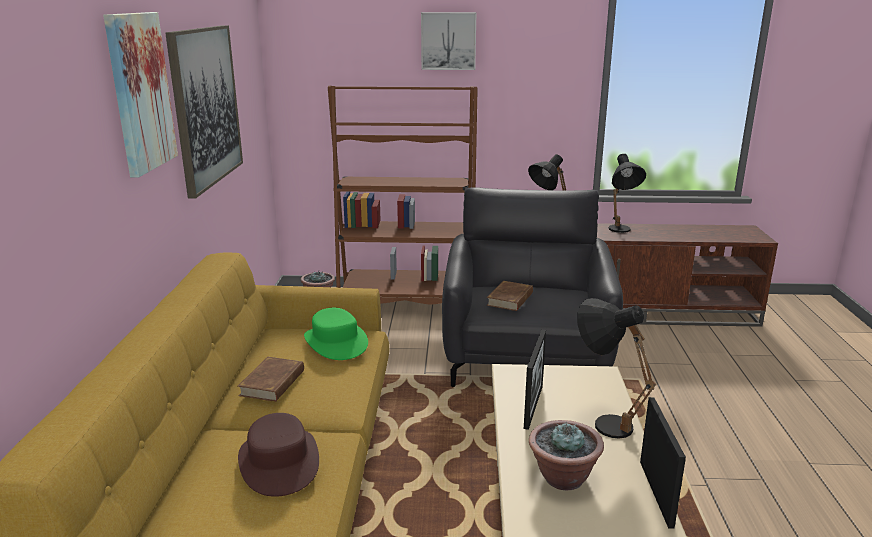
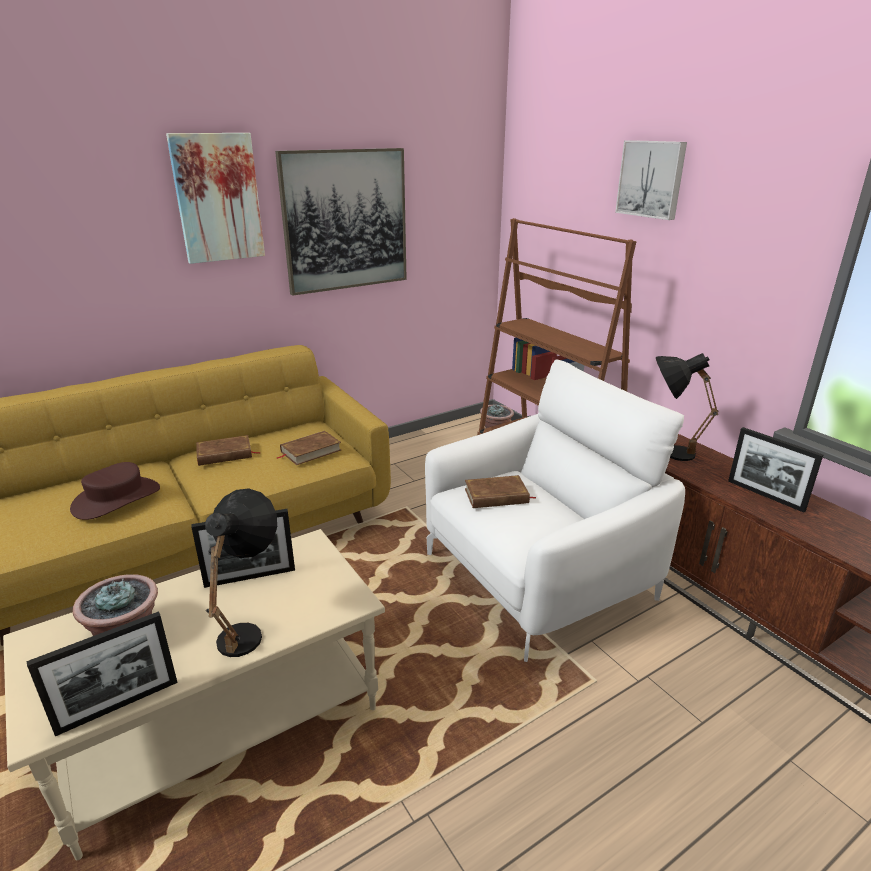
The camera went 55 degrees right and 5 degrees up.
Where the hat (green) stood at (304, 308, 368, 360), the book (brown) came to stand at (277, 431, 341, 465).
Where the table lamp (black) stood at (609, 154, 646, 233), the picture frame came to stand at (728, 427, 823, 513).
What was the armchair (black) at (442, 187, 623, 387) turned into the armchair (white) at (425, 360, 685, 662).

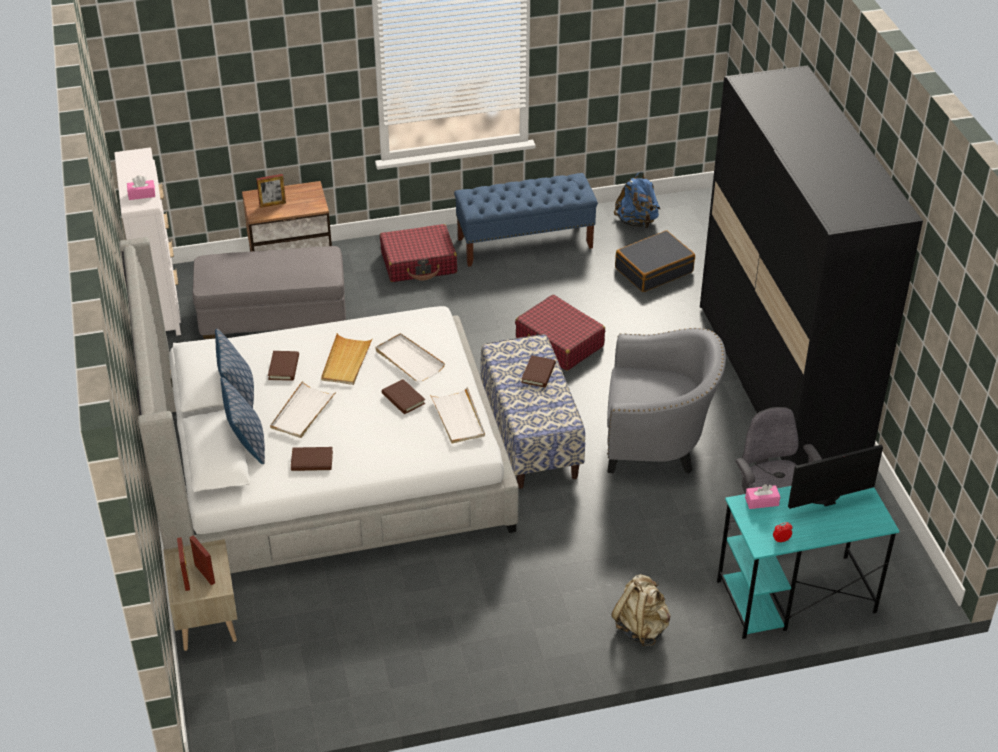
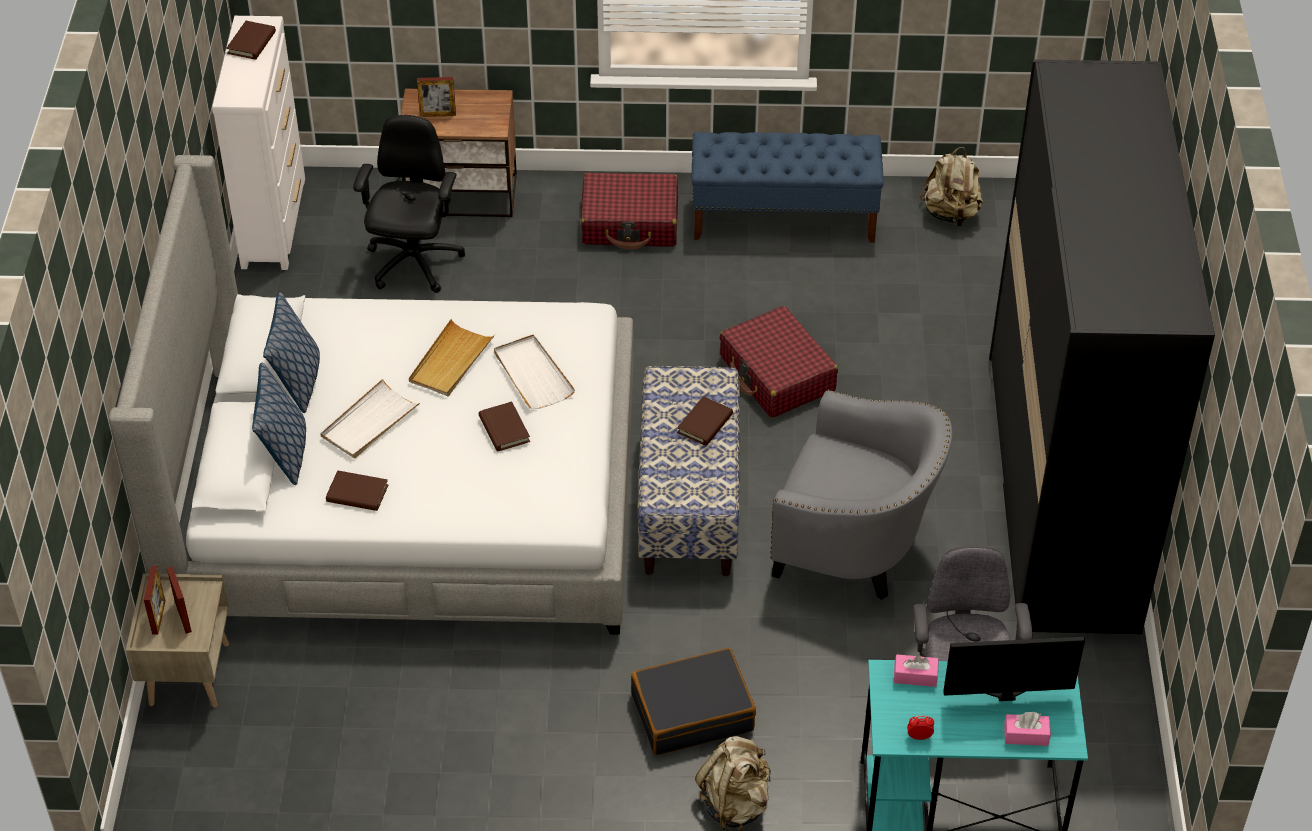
The camera went 15 degrees right and 5 degrees up.
The second view lost the tray (white) at (430, 387, 485, 443).
The tissue box (pink) ended up elsewhere, having gone from (127, 175, 155, 200) to (1004, 712, 1051, 746).
The book (brown) ended up elsewhere, having gone from (268, 351, 299, 381) to (226, 21, 276, 60).
The suitcase (black) ended up elsewhere, having gone from (615, 230, 695, 292) to (631, 648, 756, 755).
Where the ottoman (grey) stood at (193, 246, 346, 339), the office chair (black) came to stand at (353, 115, 465, 293).
What was the backpack (blue) at (614, 172, 660, 229) turned into the backpack (beige) at (920, 147, 983, 226).

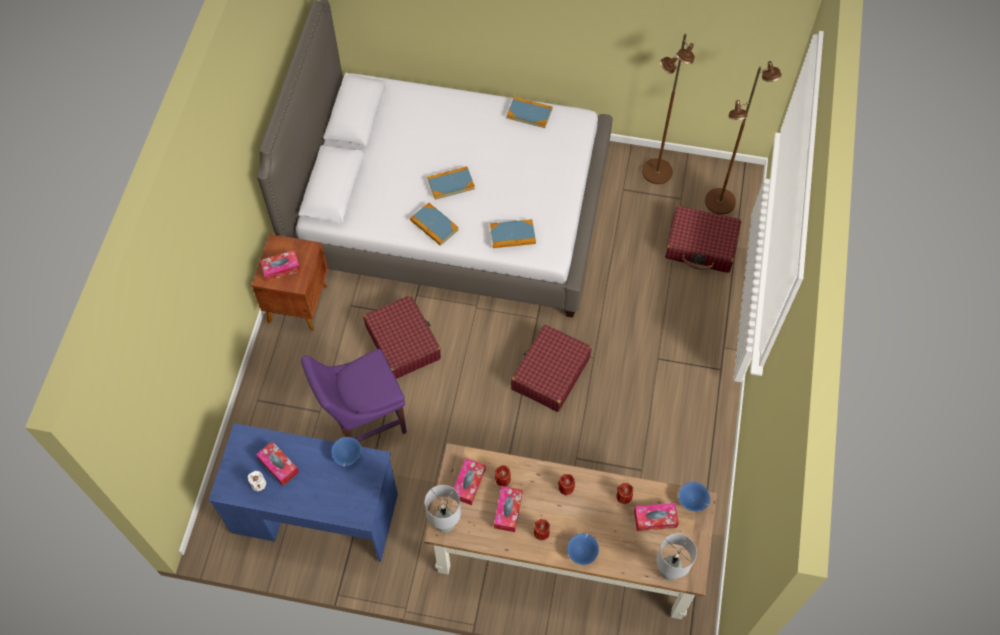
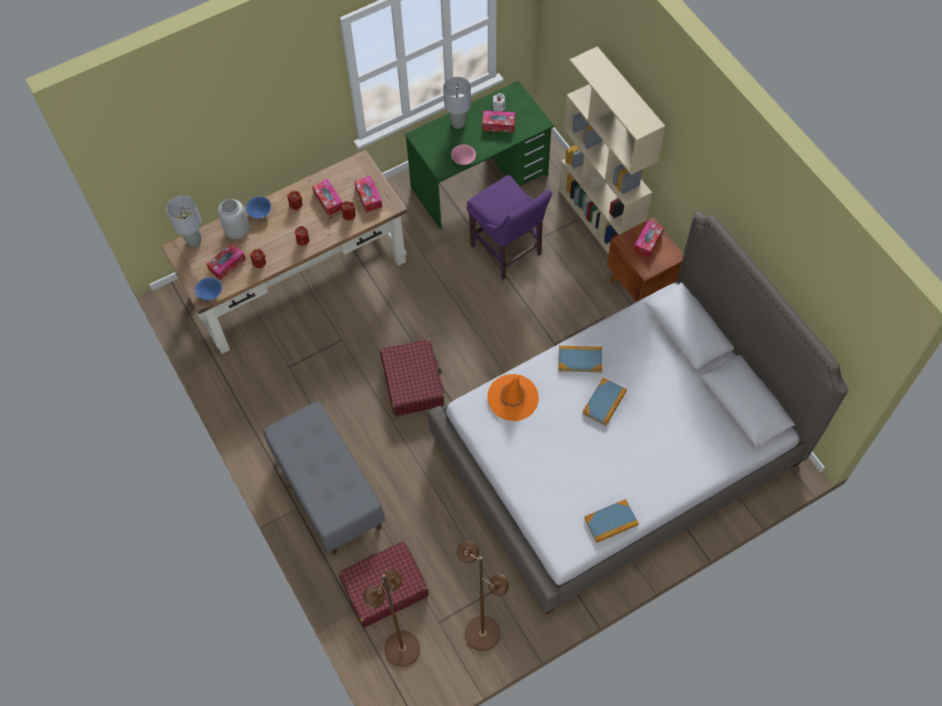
The camera went 140 degrees right and 0 degrees up.
The second view lost the suitcase (red) at (363, 295, 441, 379).
The second view gained the vase (grey) at (218, 199, 249, 239).
The second view gained the bench (grey) at (263, 401, 385, 555).
The second view gained the bookcase (beige) at (559, 46, 665, 254).
The table lamp (grey) ended up elsewhere, having gone from (425, 485, 461, 533) to (443, 77, 471, 129).
Where the book stood at (490, 219, 536, 248), the hat (orange) came to stand at (487, 374, 539, 421).
What was the desk (blue) at (208, 423, 398, 562) turned into the desk (green) at (405, 81, 554, 229).
What was the bowl (blue) at (331, 437, 362, 466) turned into the bowl (pink) at (451, 144, 476, 165).
The chair (purple) at (301, 349, 407, 442) ended up facing another way, 120 degrees clockwise from before.

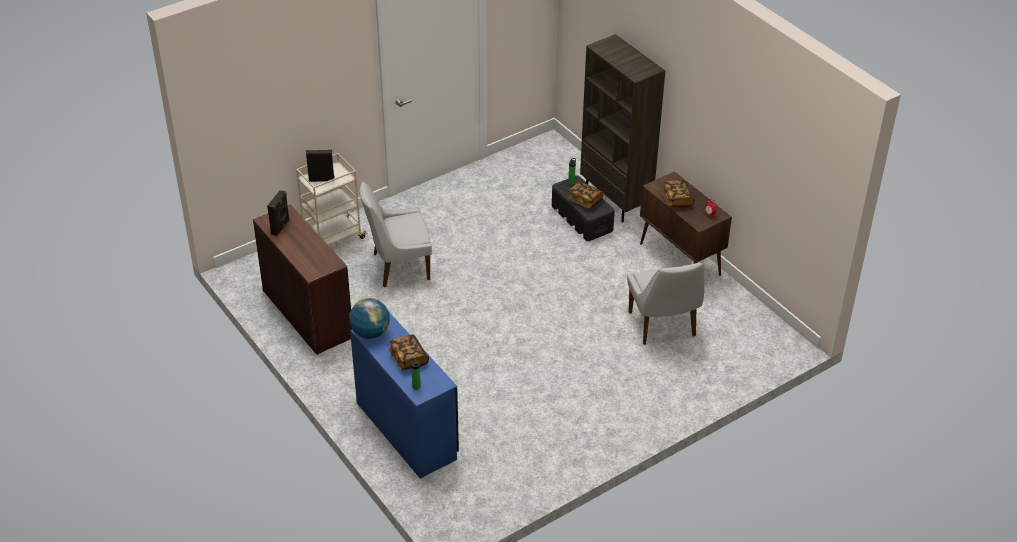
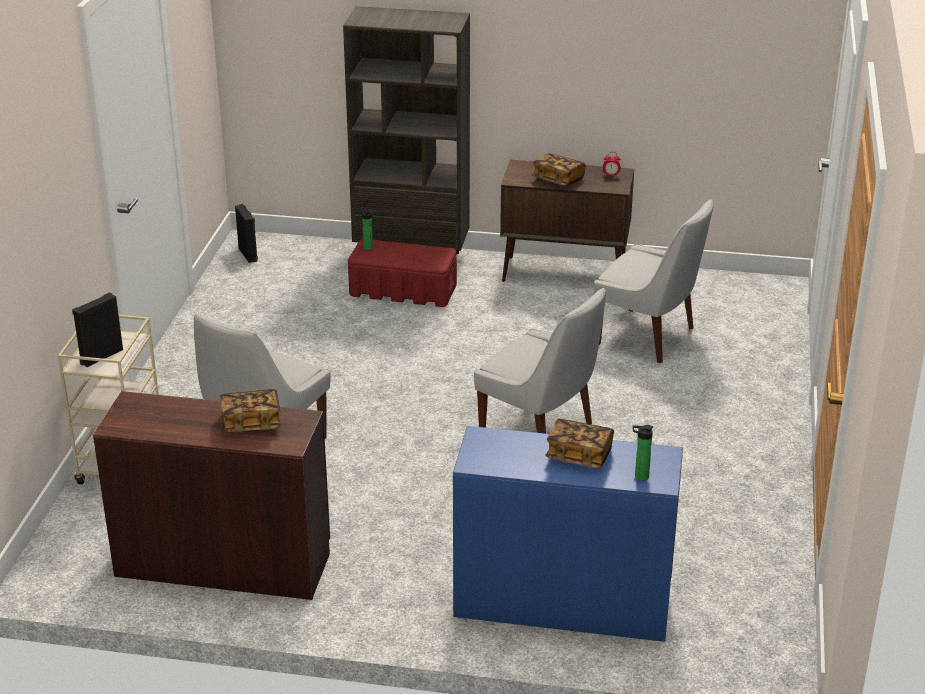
The camera went 45 degrees left and 10 degrees down.
The second view lost the globe at (349, 298, 390, 339).
The second view gained the chair (white) at (474, 288, 606, 434).
The speaker (black) ended up elsewhere, having gone from (267, 190, 290, 236) to (235, 204, 258, 263).
The book ended up elsewhere, having gone from (568, 182, 604, 208) to (220, 389, 281, 432).
What was the storage box (black) at (552, 176, 615, 241) turned into the storage box (red) at (348, 239, 457, 307).

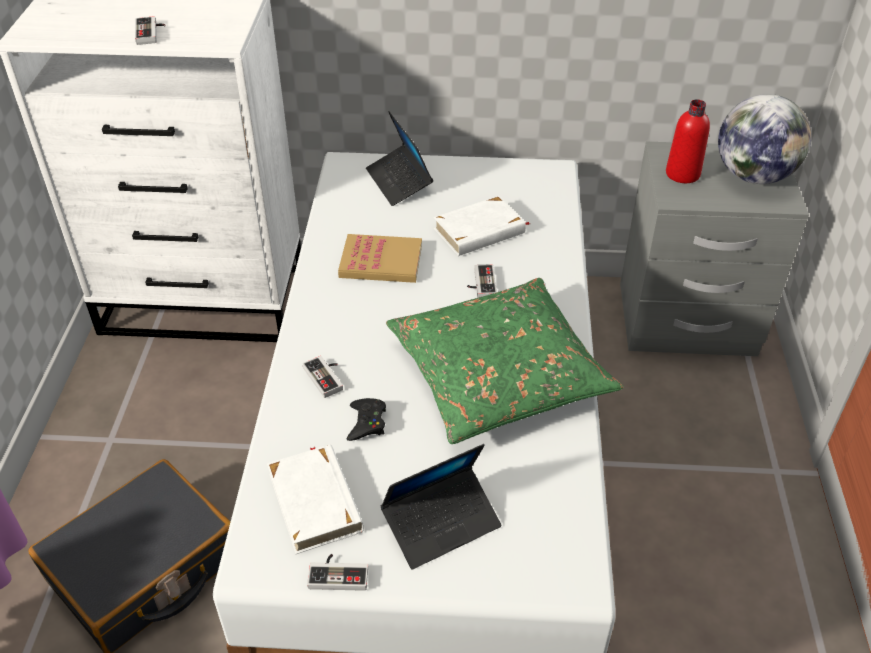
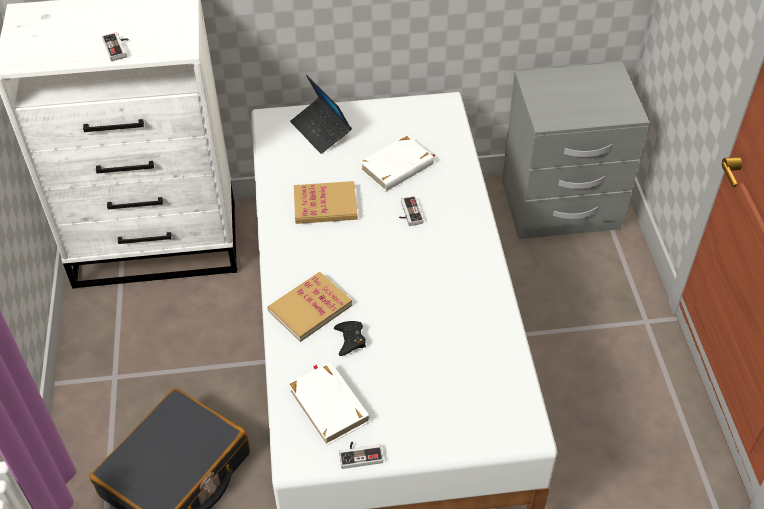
The camera went 10 degrees left and 5 degrees up.
The second view lost the laptop at (380, 444, 501, 569).
The second view lost the pillow (green) at (386, 278, 623, 444).
The second view lost the bottle (red) at (666, 100, 710, 183).
The second view lost the globe at (718, 94, 811, 184).
Where the game controller stood at (303, 356, 343, 398), the book came to stand at (267, 272, 352, 342).

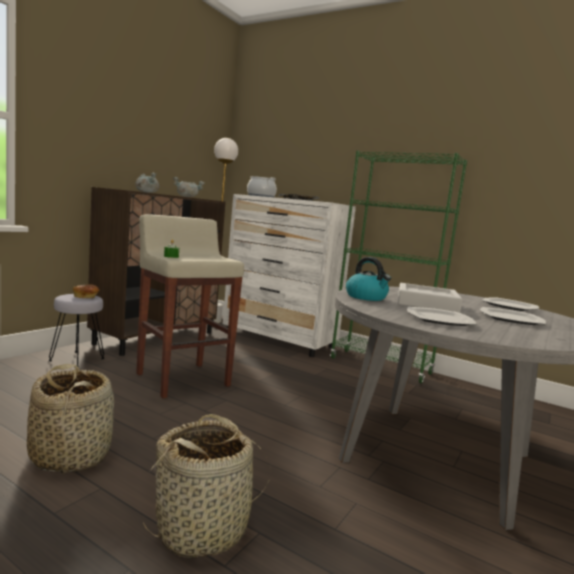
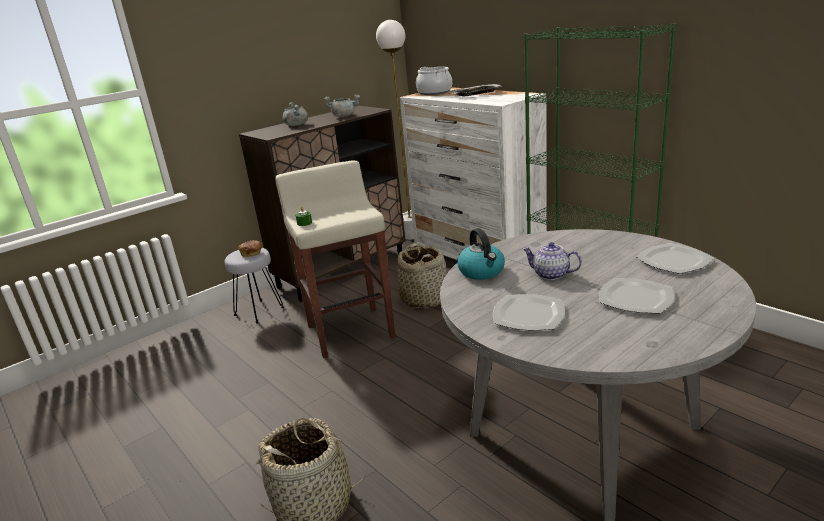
The camera went 20 degrees right and 15 degrees up.
The basket ended up elsewhere, having gone from (27, 364, 115, 474) to (397, 243, 447, 309).
Where the tray (grey) stood at (398, 283, 462, 313), the teapot came to stand at (522, 242, 582, 280).

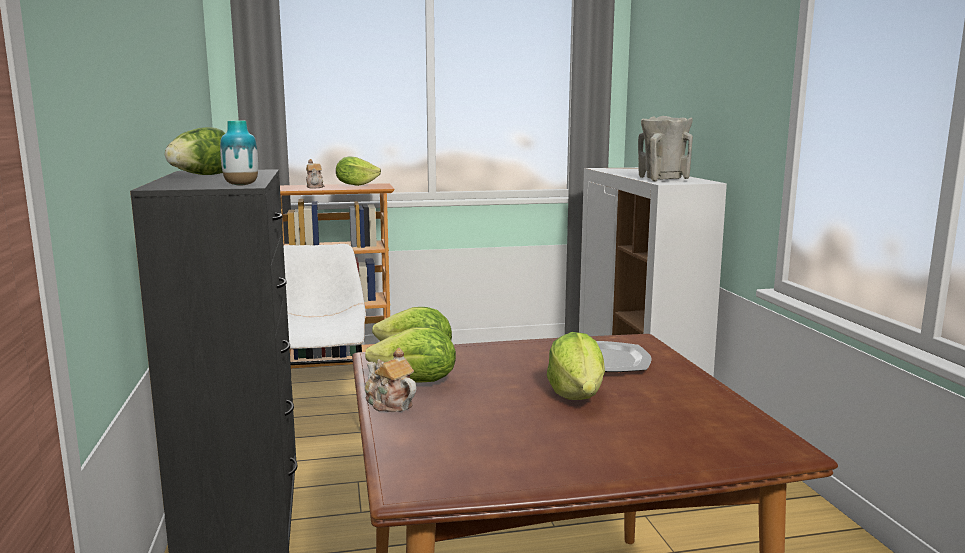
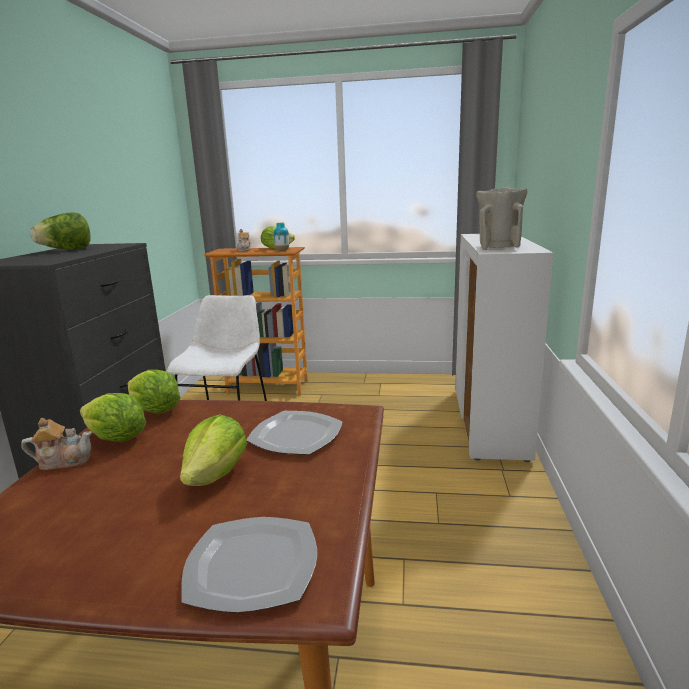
The camera went 20 degrees right and 5 degrees up.
The second view gained the plate at (181, 517, 317, 613).
The vase ended up elsewhere, having gone from (220, 121, 258, 186) to (274, 223, 289, 251).
The teapot at (365, 348, 416, 412) ended up facing another way, 105 degrees clockwise from before.

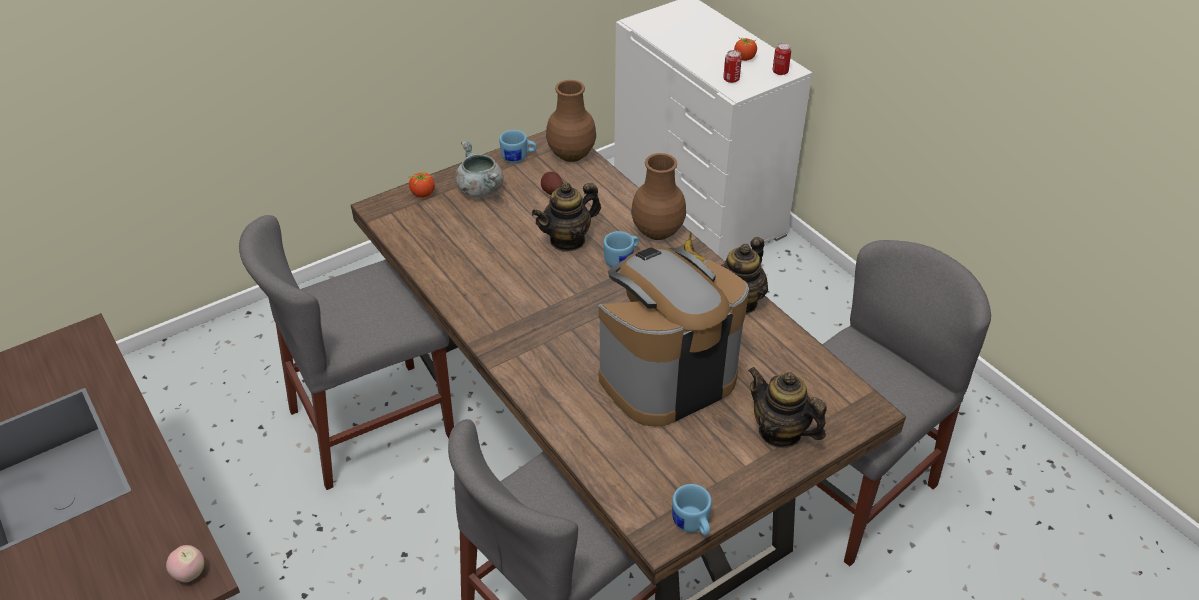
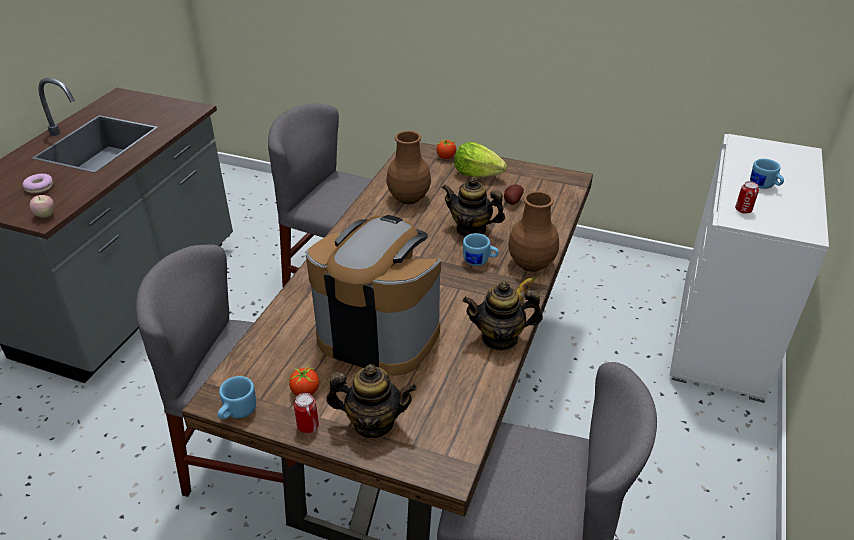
The camera went 55 degrees right and 5 degrees down.
The second view gained the donut at (22, 174, 53, 194).
The mug (blue) ended up elsewhere, having gone from (499, 130, 537, 163) to (750, 159, 784, 189).
The vase (brown) ended up elsewhere, having gone from (546, 80, 596, 162) to (386, 131, 431, 204).
The tomato ended up elsewhere, having gone from (734, 38, 757, 61) to (287, 364, 319, 396).
The can ended up elsewhere, having gone from (772, 43, 791, 75) to (294, 393, 319, 433).
Where the cooking pot (grey) stood at (455, 141, 503, 197), the lettuce came to stand at (454, 142, 507, 177).
The teapot at (748, 367, 827, 449) ended up facing another way, 90 degrees clockwise from before.

